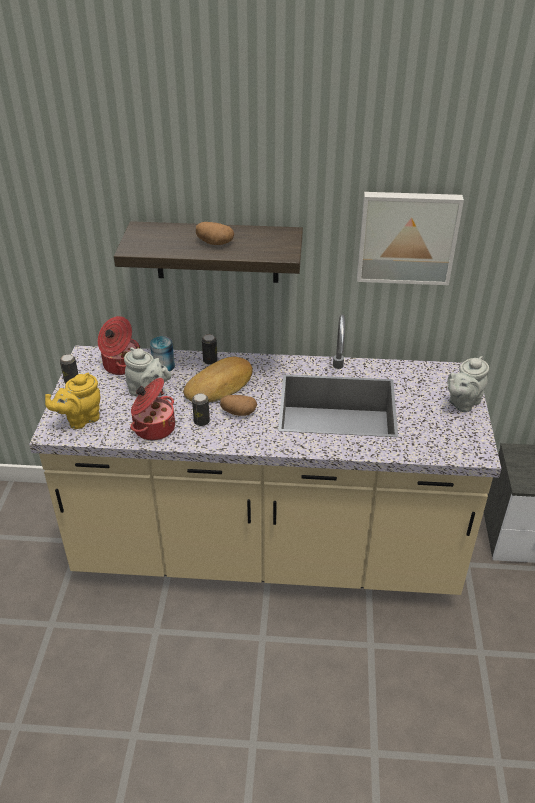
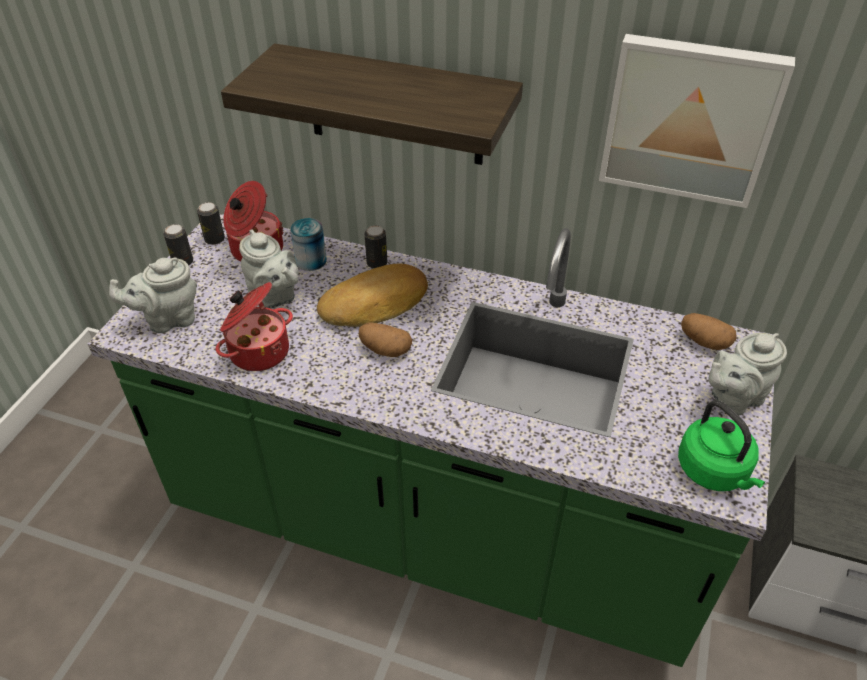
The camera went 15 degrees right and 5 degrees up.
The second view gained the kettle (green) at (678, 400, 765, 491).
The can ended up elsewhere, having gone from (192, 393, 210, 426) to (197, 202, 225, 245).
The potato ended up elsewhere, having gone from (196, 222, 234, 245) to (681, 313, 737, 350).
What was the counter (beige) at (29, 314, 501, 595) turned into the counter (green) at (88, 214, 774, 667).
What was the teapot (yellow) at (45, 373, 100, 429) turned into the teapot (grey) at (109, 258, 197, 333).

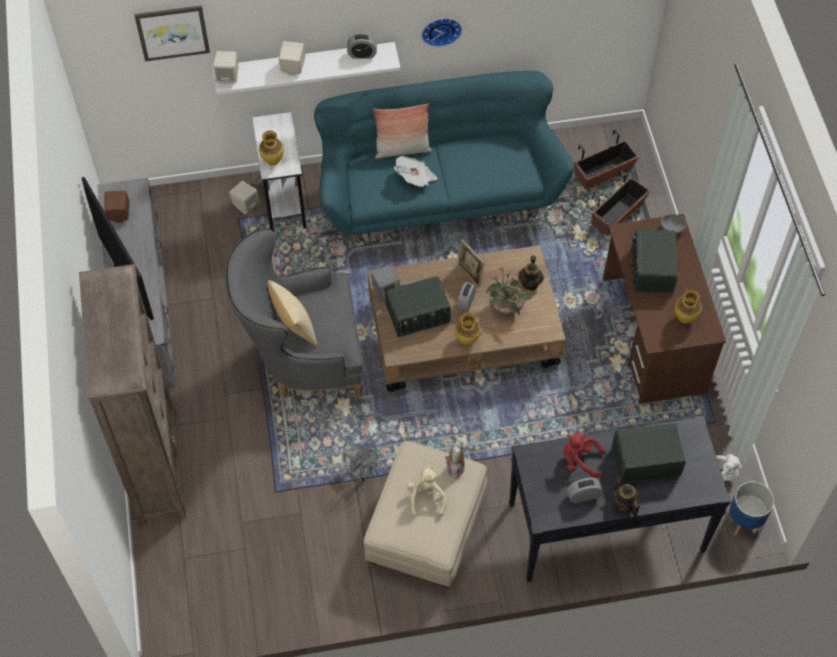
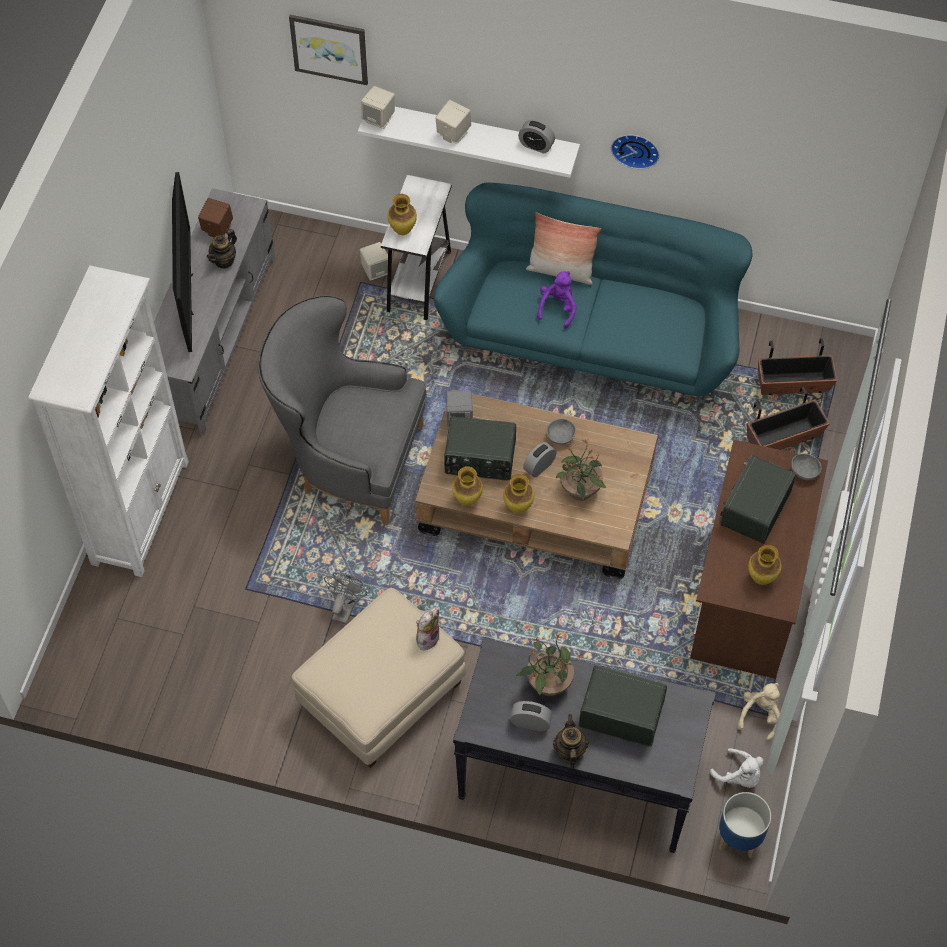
The camera went 25 degrees right and 0 degrees up.
The second view lost the pillow at (268, 280, 317, 345).
The second view gained the vase at (452, 466, 483, 506).
The plush toy (beige) ended up elsewhere, having gone from (407, 466, 447, 517) to (737, 683, 780, 742).
The teapot ended up elsewhere, having gone from (519, 255, 544, 291) to (207, 229, 237, 269).
Where the newspaper stood at (394, 156, 437, 187), the plush toy (purple) came to stand at (537, 271, 576, 329).
Where the picture frame stood at (457, 240, 485, 287), the bowl (grey) came to stand at (547, 419, 576, 445).
Where the plush toy (red) stood at (564, 432, 606, 478), the potted plant came to stand at (515, 634, 584, 696).
What was the bookcase (brown) at (79, 264, 187, 525) turned into the bookcase (white) at (29, 265, 189, 577).
The fan (grey) at (344, 446, 378, 482) ended up facing another way, 135 degrees counterclockwise from before.

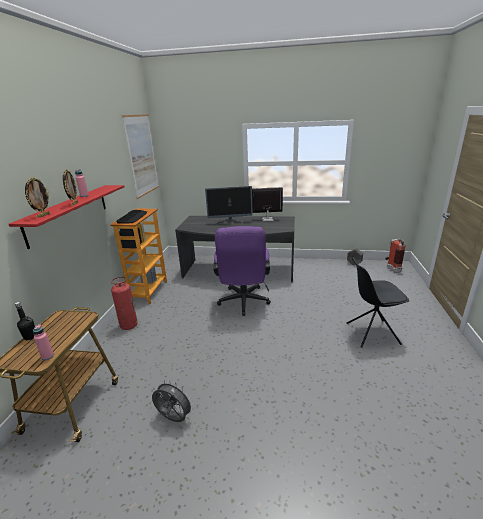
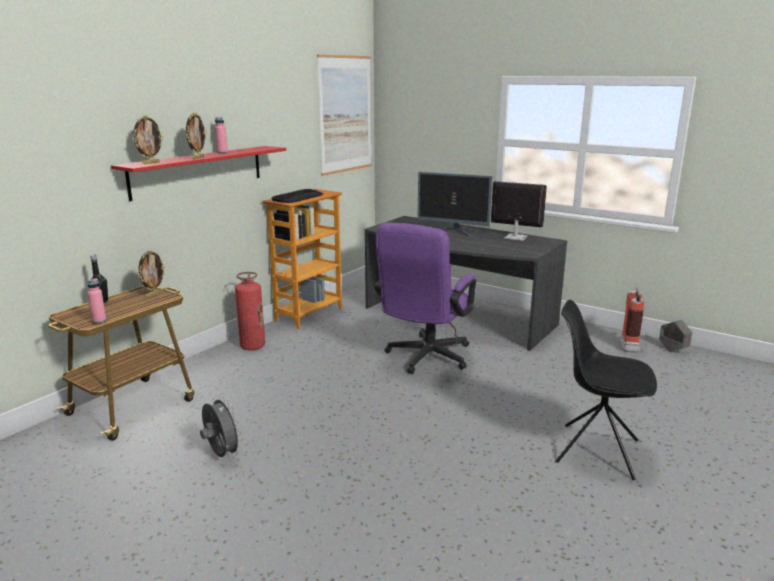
The camera went 25 degrees right and 5 degrees down.
The second view gained the picture frame at (138, 250, 166, 297).
The fire extinguisher ended up elsewhere, having gone from (385, 237, 406, 273) to (620, 287, 645, 352).

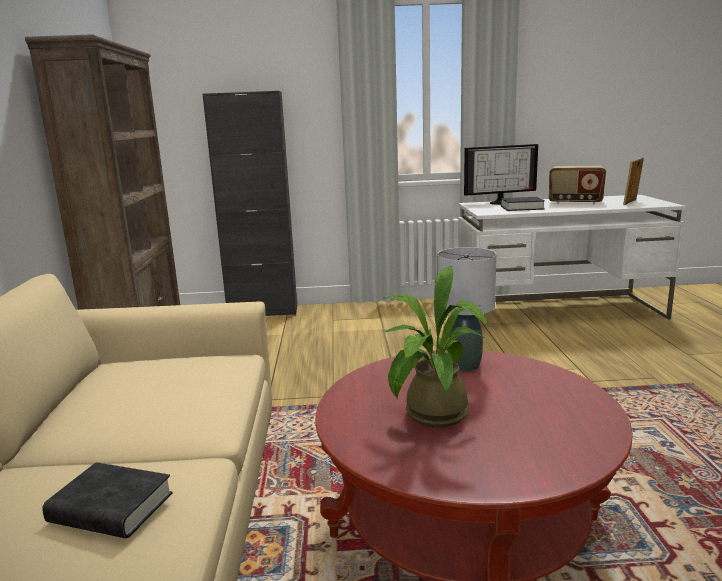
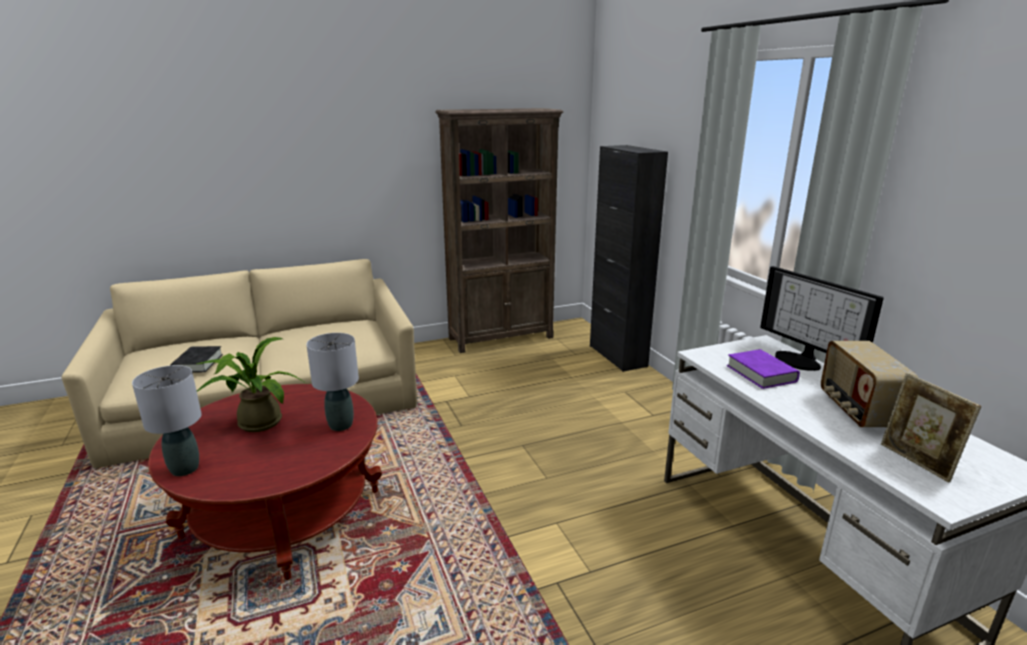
The camera went 70 degrees right and 5 degrees up.
The second view gained the table lamp (grey) at (132, 365, 202, 476).
What was the book (black) at (501, 197, 545, 211) turned into the book (purple) at (727, 349, 800, 389).
The picture frame at (623, 157, 644, 205) ended up facing another way, 135 degrees counterclockwise from before.

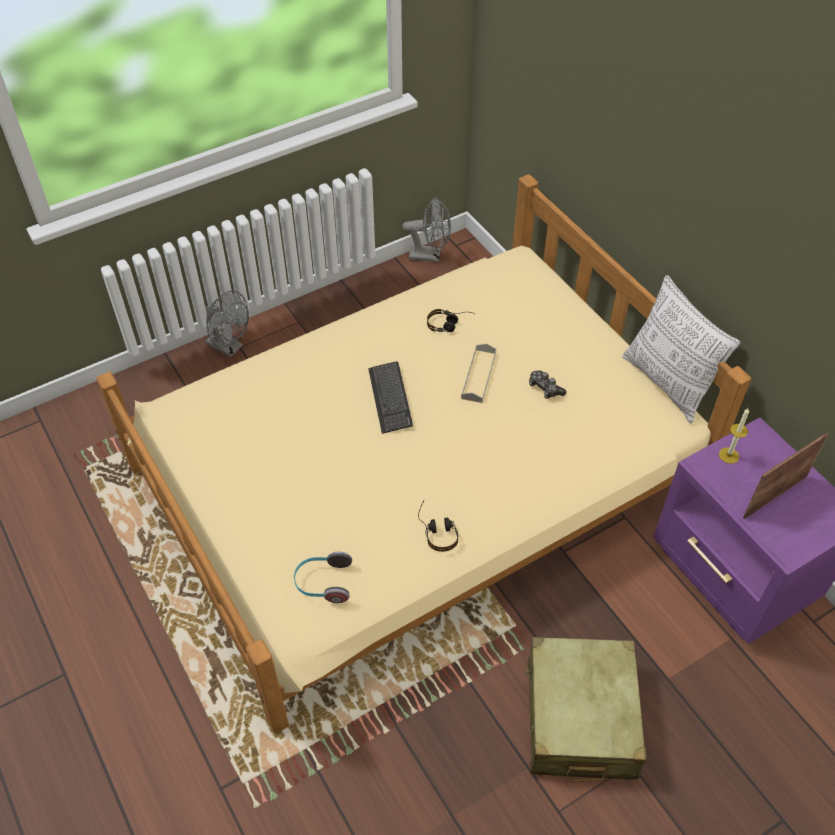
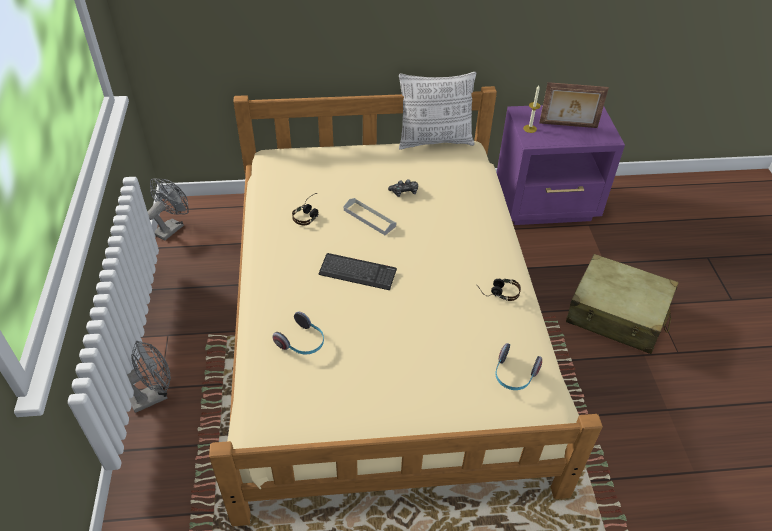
The camera went 65 degrees left and 5 degrees down.
The second view gained the headphones at (272, 312, 324, 355).
The picture frame at (743, 433, 828, 519) ended up facing another way, 75 degrees counterclockwise from before.

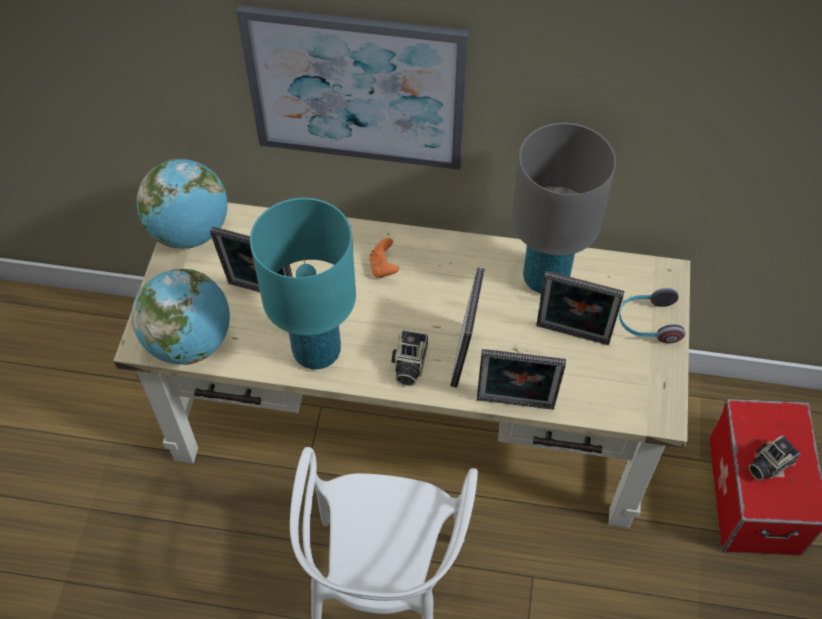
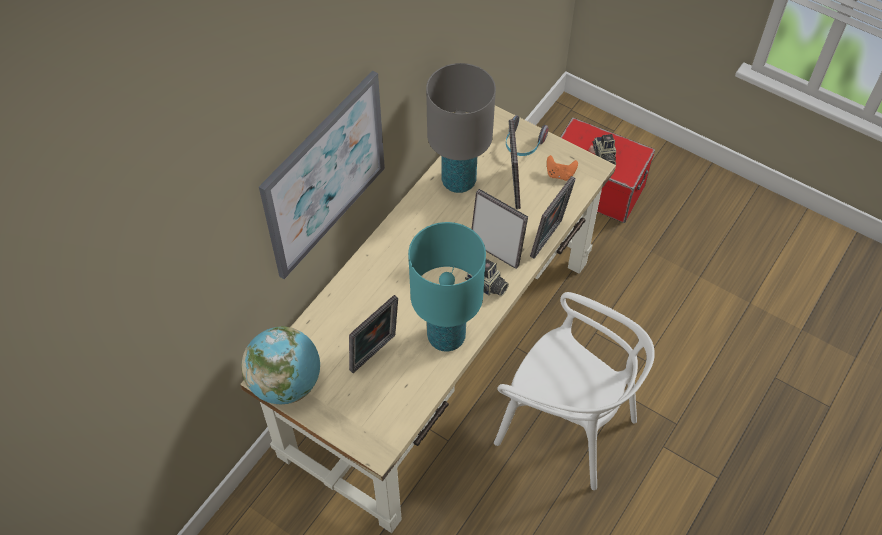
The camera went 65 degrees left and 0 degrees up.
The second view lost the globe at (132, 269, 230, 365).
The game controller (orange) ended up elsewhere, having gone from (369, 238, 399, 278) to (547, 155, 578, 181).
The picture frame at (536, 271, 625, 345) ended up facing another way, 135 degrees clockwise from before.

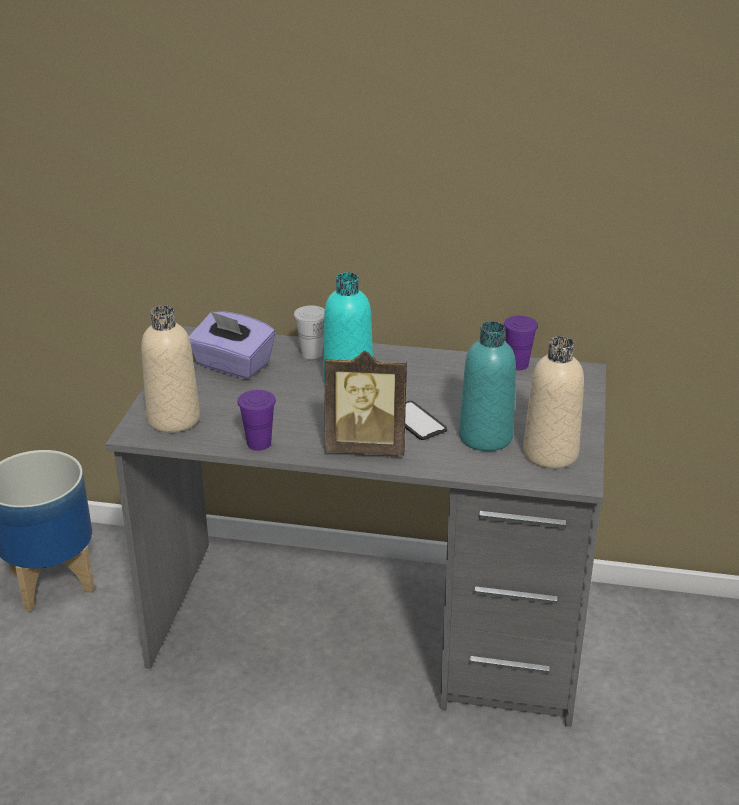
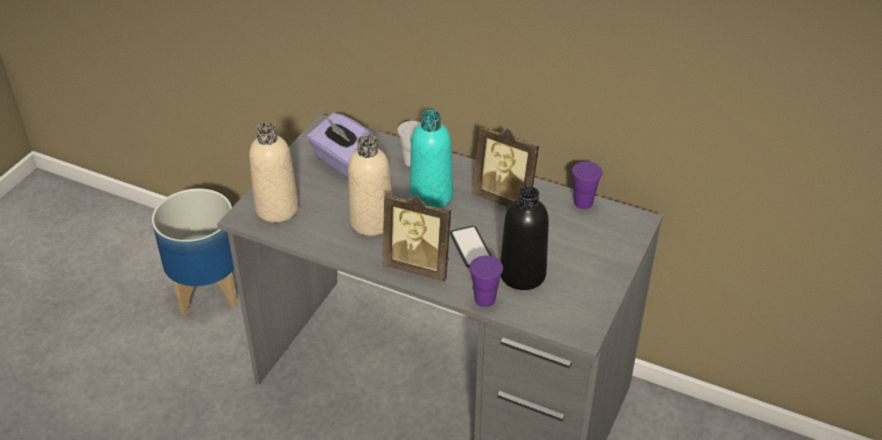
The camera went 15 degrees right and 10 degrees up.
The second view gained the picture frame at (472, 125, 539, 207).
The cup (purple) ended up elsewhere, having gone from (237, 390, 276, 451) to (469, 256, 503, 307).
The bottle (beige) ended up elsewhere, having gone from (523, 336, 584, 469) to (348, 135, 392, 236).
What was the bottle (turquoise) at (459, 321, 516, 451) turned into the bottle (black) at (500, 186, 549, 290).

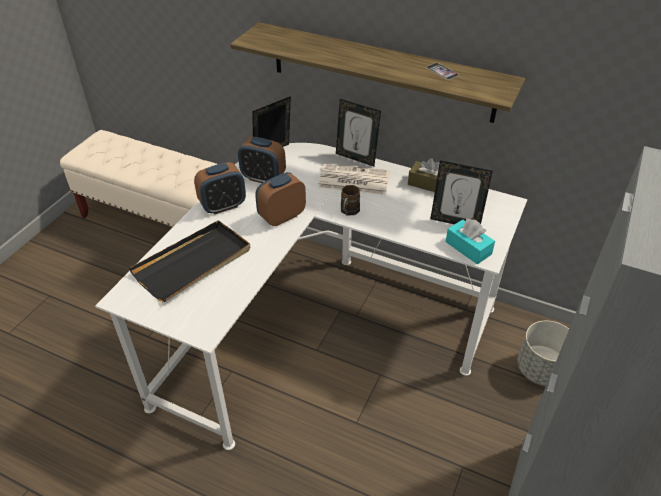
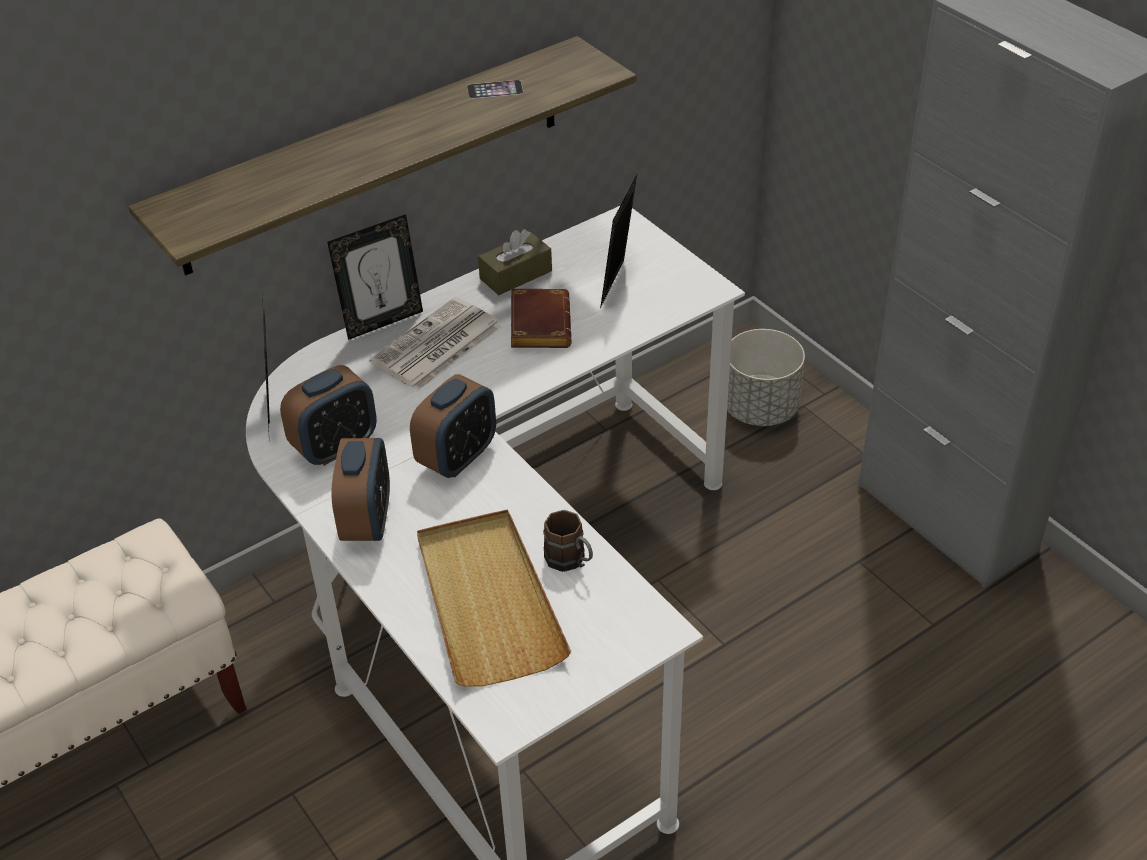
The camera went 60 degrees left and 0 degrees up.
The second view lost the tissue box (turquoise) at (446, 219, 495, 264).
The second view gained the book (brown) at (511, 289, 572, 348).
The mug (brown) ended up elsewhere, having gone from (341, 185, 360, 216) to (543, 510, 593, 572).
What was the tray (black) at (129, 220, 251, 302) turned into the tray (beige) at (417, 509, 571, 687).
The alarm clock at (255, 172, 306, 226) ended up facing another way, 135 degrees counterclockwise from before.
The picture frame at (430, 161, 493, 224) ended up facing another way, 150 degrees clockwise from before.

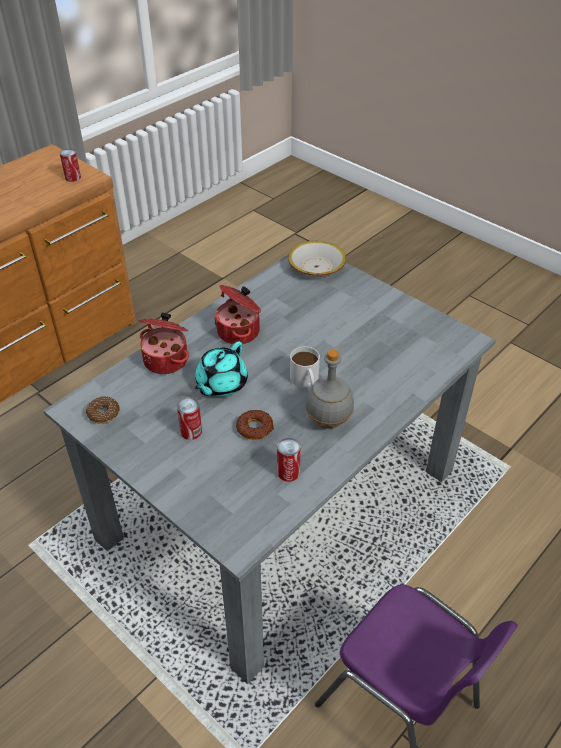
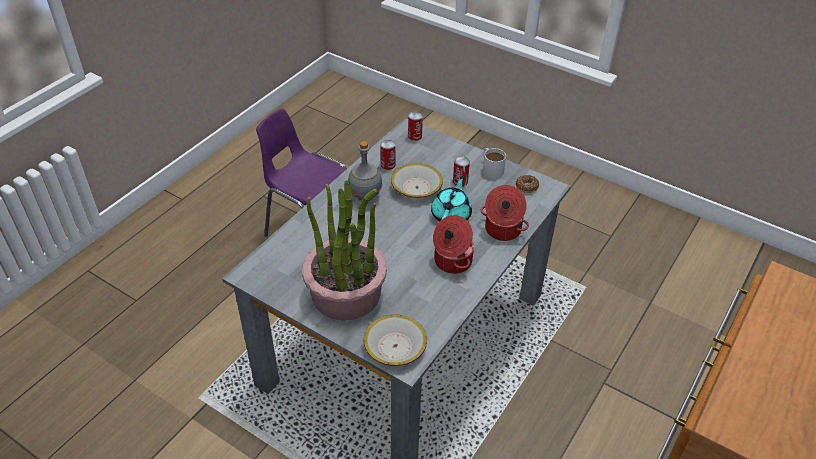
The camera went 170 degrees right and 0 degrees up.
The second view gained the potted plant at (302, 180, 387, 320).
The can ended up elsewhere, having gone from (60, 149, 81, 182) to (408, 112, 423, 141).
The mug (white) ended up elsewhere, having gone from (290, 346, 320, 389) to (483, 148, 506, 179).
Where the donut stood at (236, 410, 274, 440), the bowl came to stand at (391, 163, 443, 198).

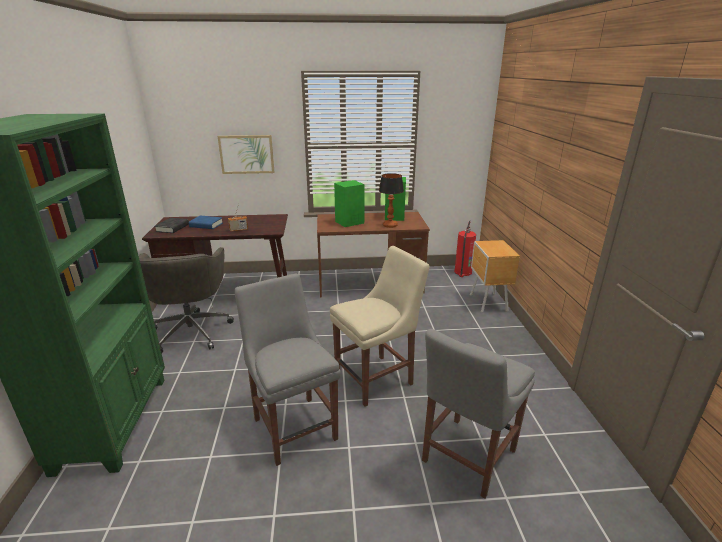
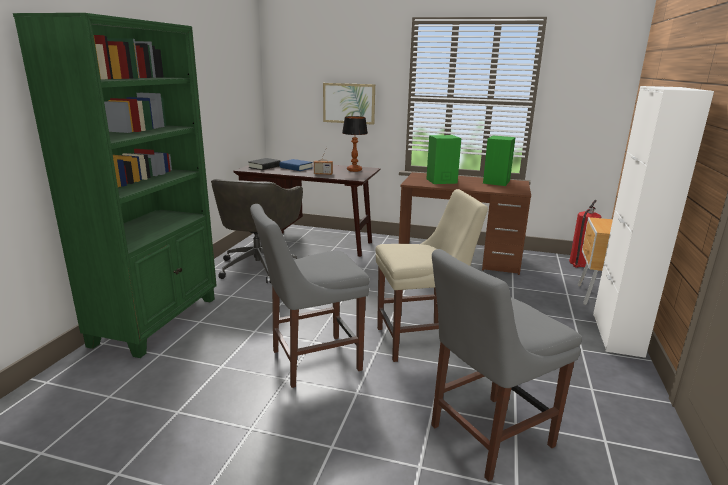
The camera went 20 degrees right and 5 degrees down.
The second view gained the cabinet (white) at (593, 86, 714, 358).
The table lamp ended up elsewhere, having gone from (379, 173, 404, 228) to (342, 116, 368, 172).
The chair (grey) at (235, 274, 341, 466) ended up facing another way, 105 degrees counterclockwise from before.

